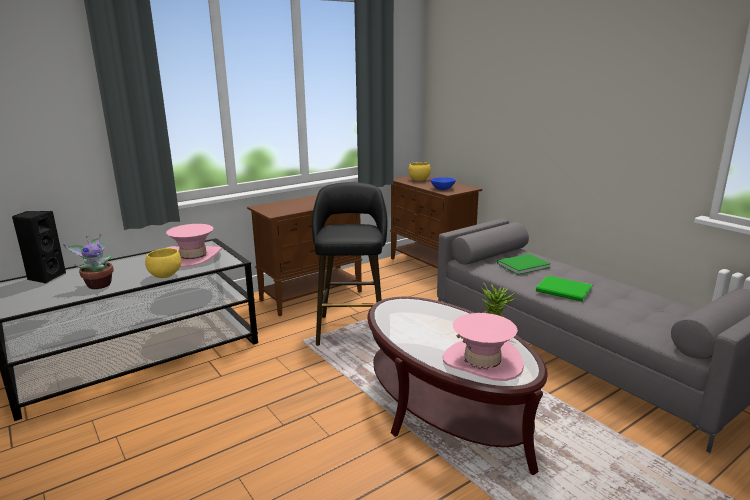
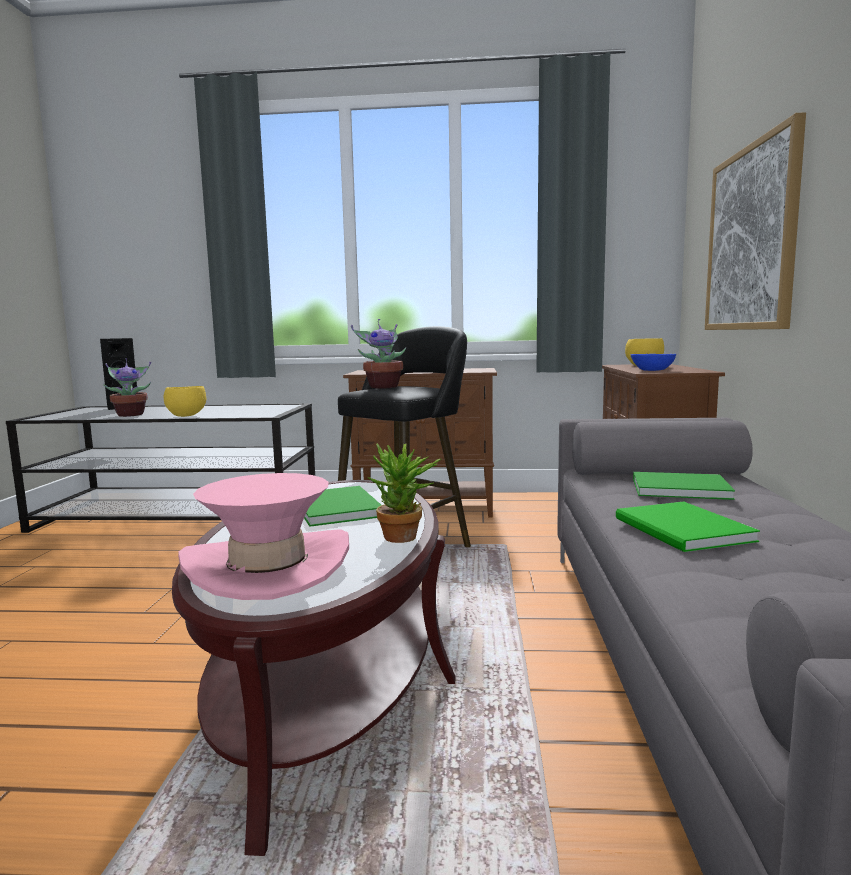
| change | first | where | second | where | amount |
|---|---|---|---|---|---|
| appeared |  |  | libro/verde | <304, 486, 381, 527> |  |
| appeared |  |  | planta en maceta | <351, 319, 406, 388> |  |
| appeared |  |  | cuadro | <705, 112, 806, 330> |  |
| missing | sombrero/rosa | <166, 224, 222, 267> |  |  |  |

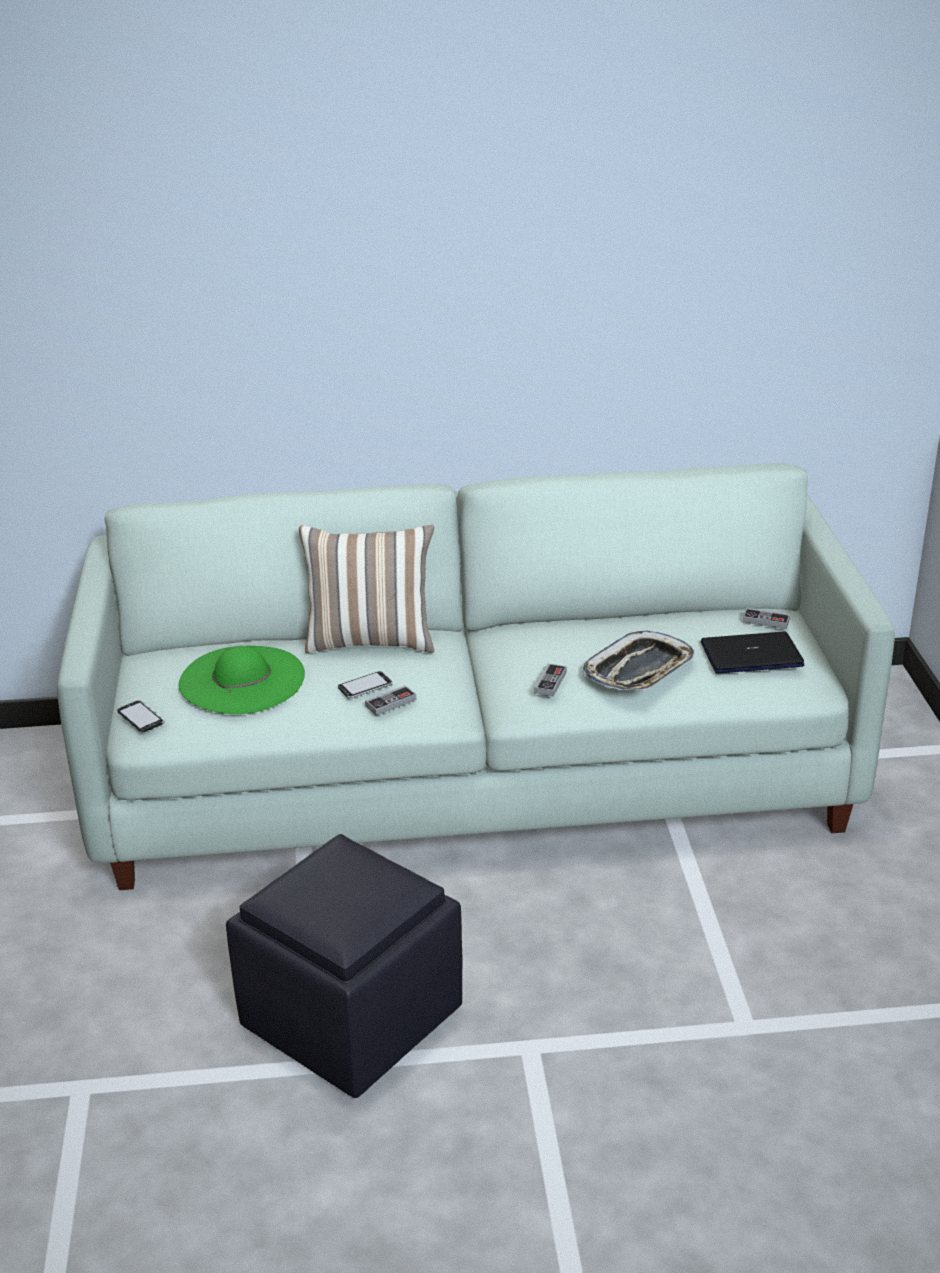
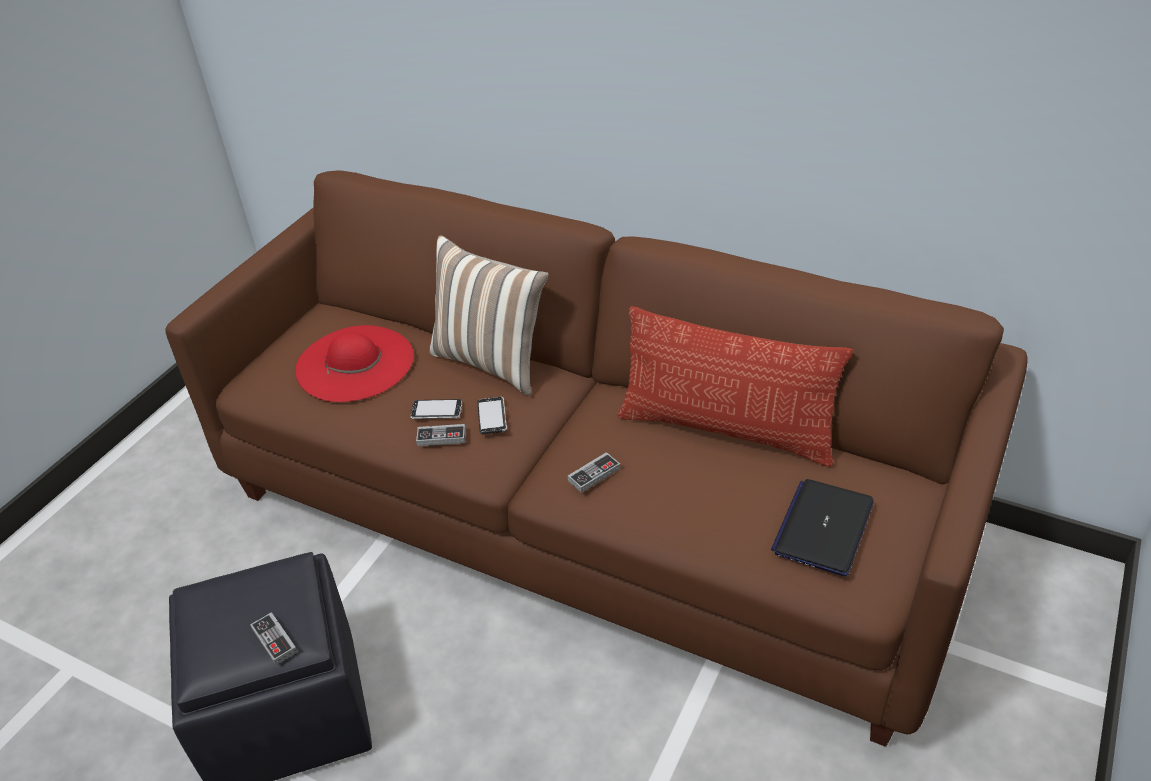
| change | first | where | second | where | amount |
|---|---|---|---|---|---|
| colour | sofá/blanco | <57, 463, 895, 890> | sofá/marrón | <165, 170, 1028, 747> |  |
| relocated | mando de consola | <743, 608, 790, 629> |  | <250, 612, 297, 665> |  |
| colour | sombrero/verde | <178, 646, 305, 714> | sombrero/rojo | <295, 325, 414, 402> |  |
| relocated | móvil | <117, 700, 165, 732> |  | <477, 397, 507, 434> |  |
| appeared |  |  | cojín | <618, 306, 853, 467> |  |
| spun | portátil | <701, 632, 805, 674> |  | <771, 479, 874, 576> | 90 degrees counterclockwise |
| missing | bandeja | <583, 631, 694, 690> |  |  |  |

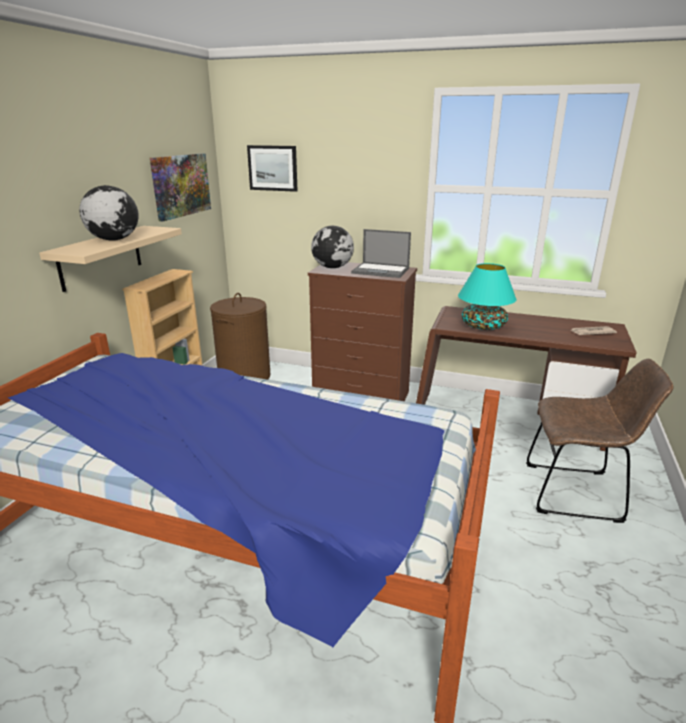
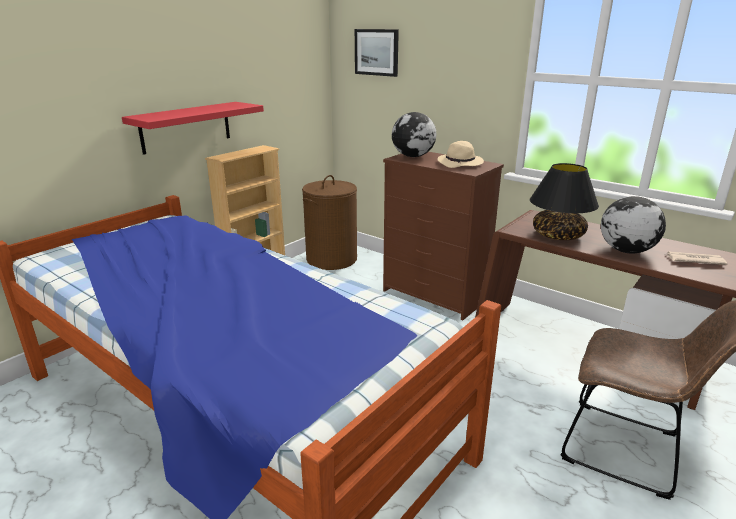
| change | first | where | second | where | amount |
|---|---|---|---|---|---|
| colour | estante/beis | <39, 226, 182, 292> | estante/rojo | <122, 102, 264, 155> |  |
| exchanged | portátil | <351, 229, 411, 278> | sombrero/beis | <437, 141, 484, 168> |  |
| colour | lámpara de mesa/turquesa | <458, 263, 516, 330> | lámpara de mesa/negro | <530, 163, 599, 240> |  |
| relocated | globo terráqueo | <79, 185, 139, 241> |  | <601, 196, 666, 254> |  |
| missing | cuadro | <150, 153, 211, 221> |  |  |  |

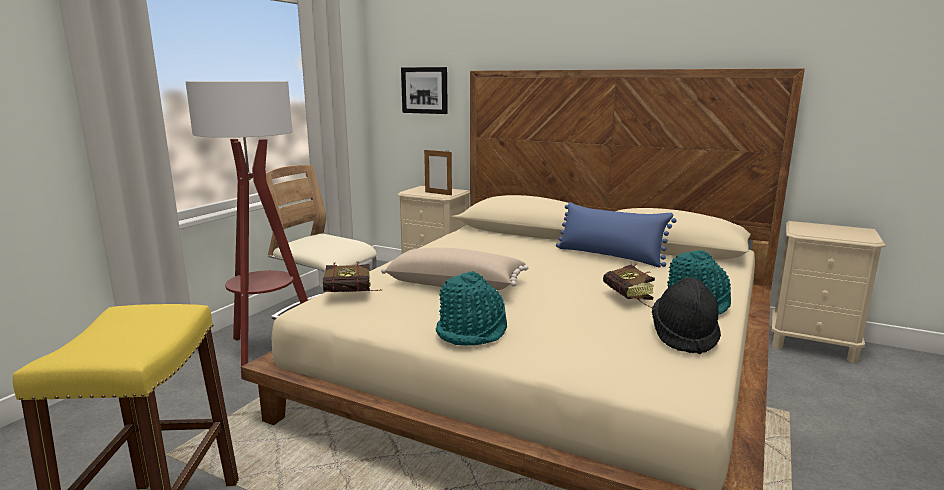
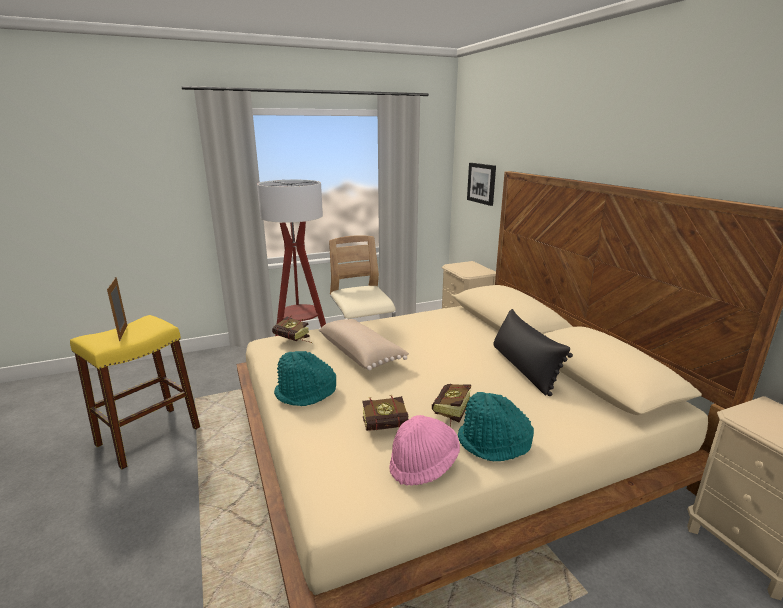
| change | first | where | second | where | amount |
|---|---|---|---|---|---|
| relocated | portarretratos | <424, 150, 452, 195> |  | <107, 277, 127, 341> |  |
| appeared |  |  | libro | <362, 395, 408, 431> |  |
| colour | sombrero/negro | <652, 277, 721, 354> | sombrero/rosa | <389, 415, 460, 486> |  |
| colour | cojín/azul | <556, 202, 677, 268> | cojín/negro | <493, 309, 573, 396> |  |

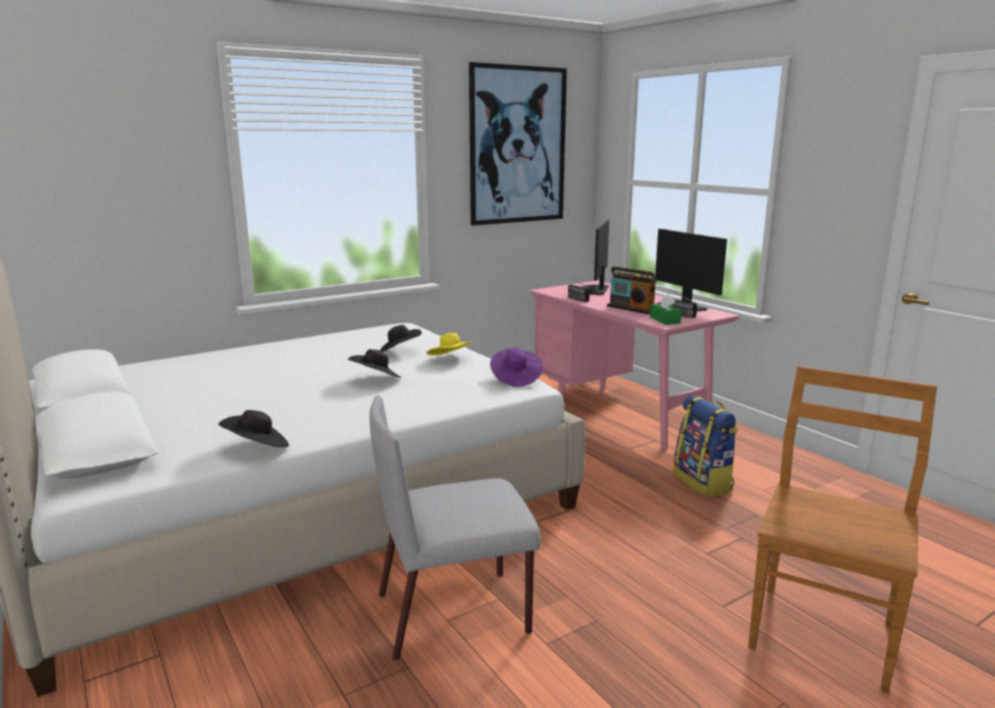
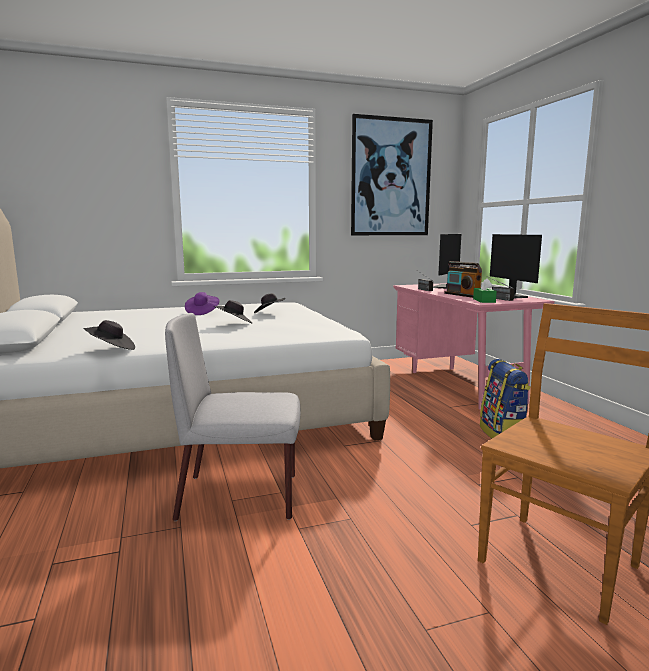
| change | first | where | second | where | amount |
|---|---|---|---|---|---|
| relocated | sombrero/morado | <490, 348, 543, 387> |  | <185, 292, 219, 315> |  |
| missing | sombrero/amarillo | <426, 333, 473, 356> |  |  |  |

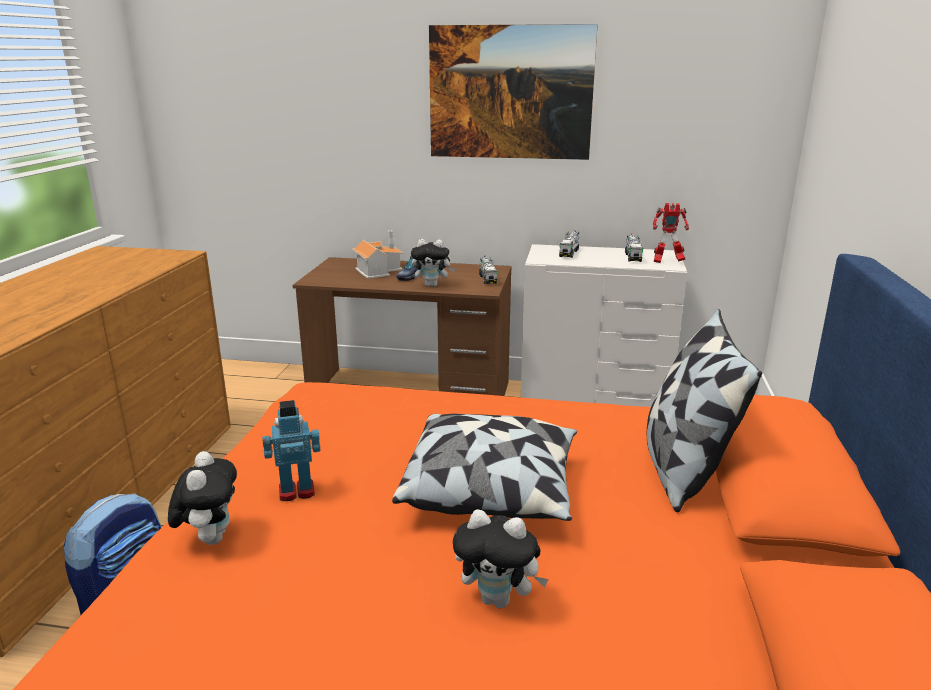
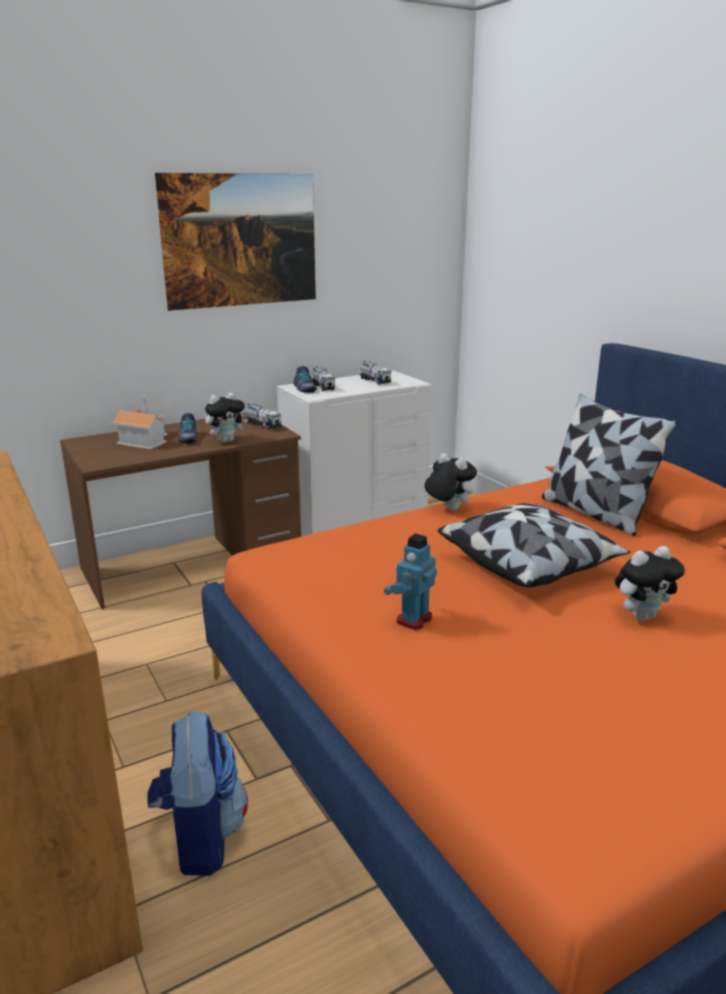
| change | first | where | second | where | amount |
|---|---|---|---|---|---|
| appeared |  |  | zapato | <293, 366, 317, 393> |  |
| relocated | peluche | <168, 451, 237, 545> |  | <425, 453, 477, 510> |  |
| missing | robot de juguete | <653, 203, 689, 263> |  |  |  |

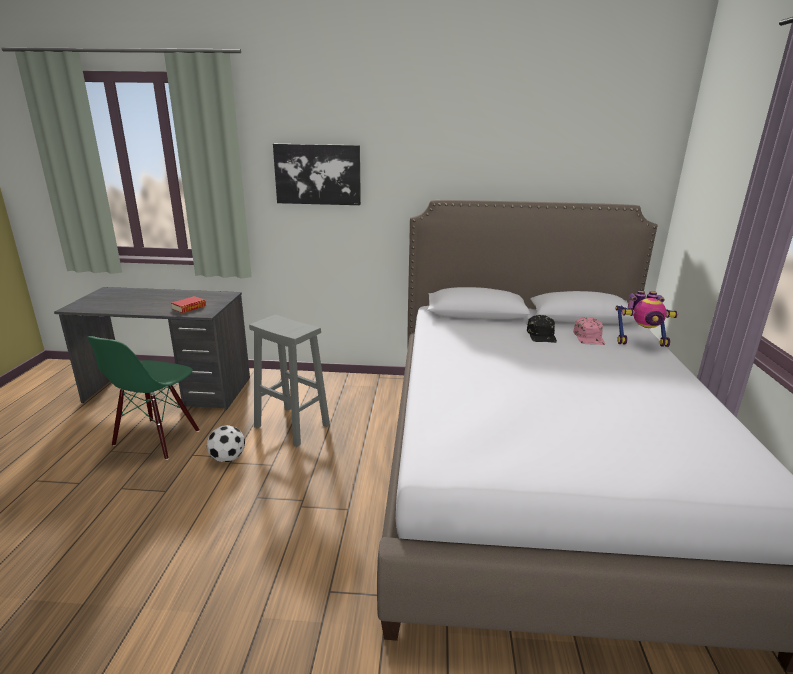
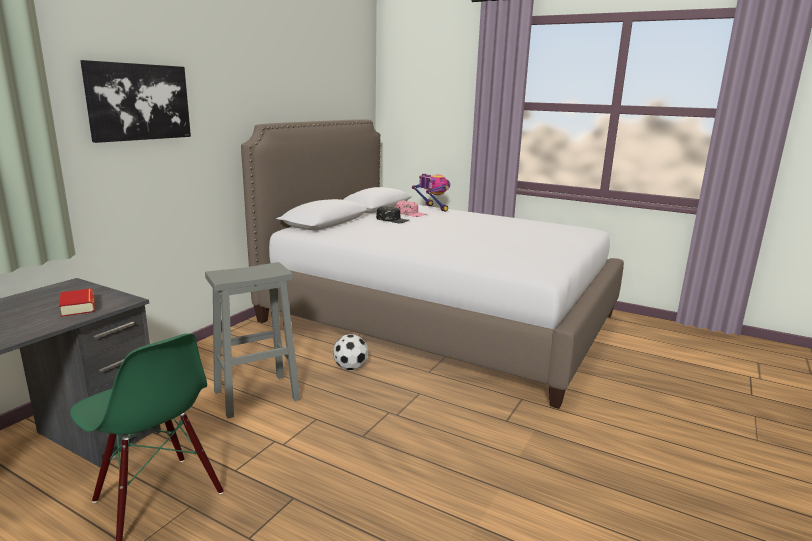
| change | first | where | second | where | amount |
|---|---|---|---|---|---|
| relocated | balón de fútbol | <207, 425, 245, 462> |  | <333, 334, 368, 370> |  |
| spun | robot de juguete | <615, 291, 678, 347> |  | <412, 174, 450, 212> | 60 degrees counterclockwise |

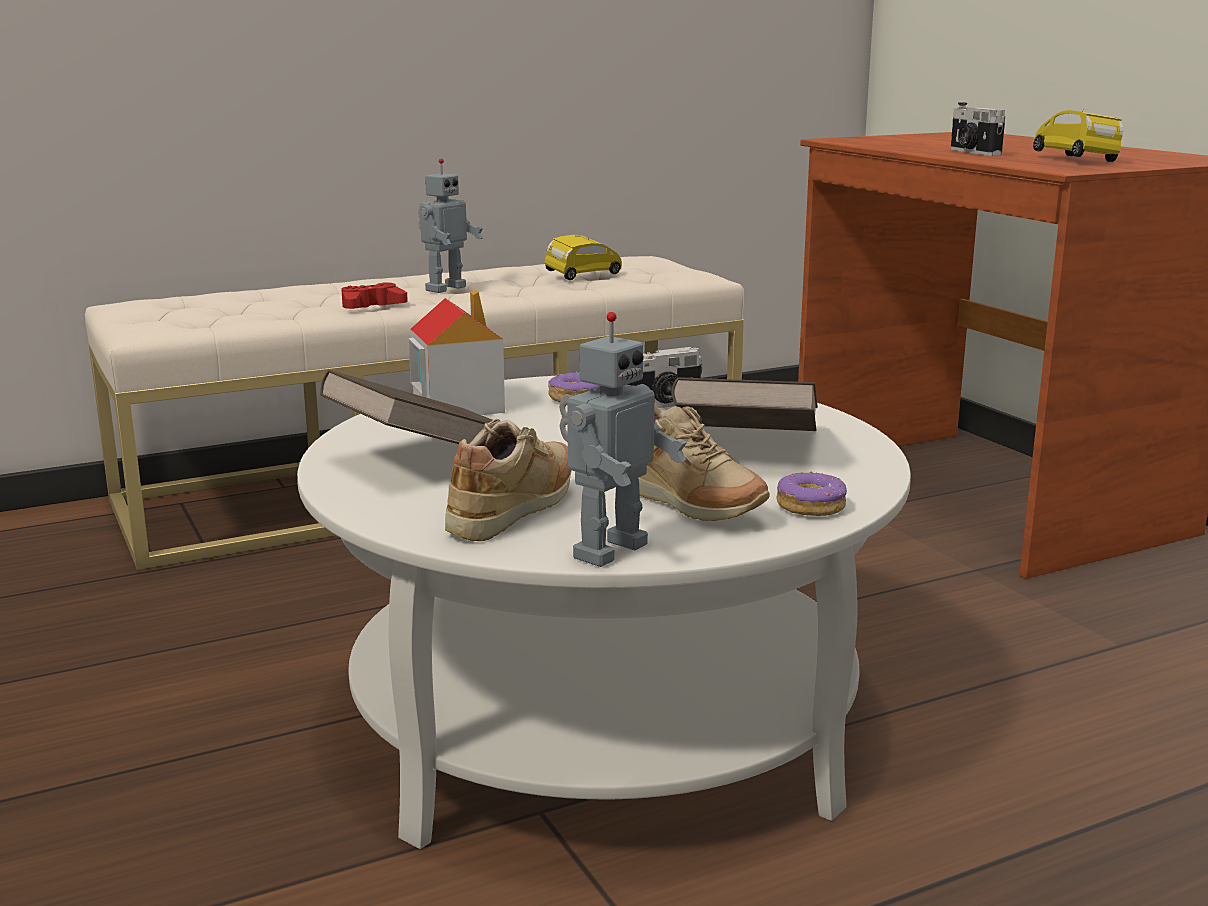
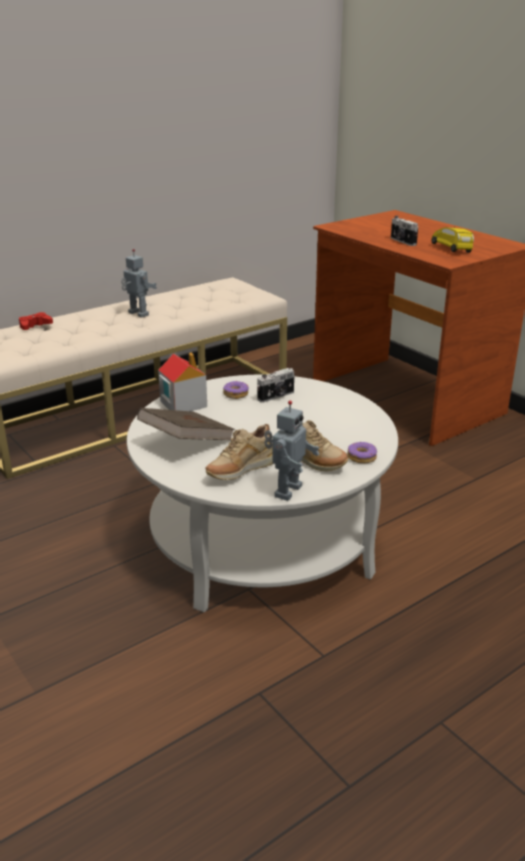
| change | first | where | second | where | amount |
|---|---|---|---|---|---|
| relocated | mando de consola/rojo | <341, 282, 408, 309> |  | <19, 312, 53, 330> |  |
| spun | robot de juguete | <418, 159, 483, 293> |  | <121, 249, 157, 318> | 75 degrees counterclockwise |
| spun | zapato/beis | <445, 419, 572, 541> |  | <206, 424, 273, 480> | 150 degrees counterclockwise |
| missing | coche de juguete/amarillo | <544, 235, 622, 280> |  |  |  |
| missing | libro/marrón | <671, 377, 818, 431> |  |  |  |

